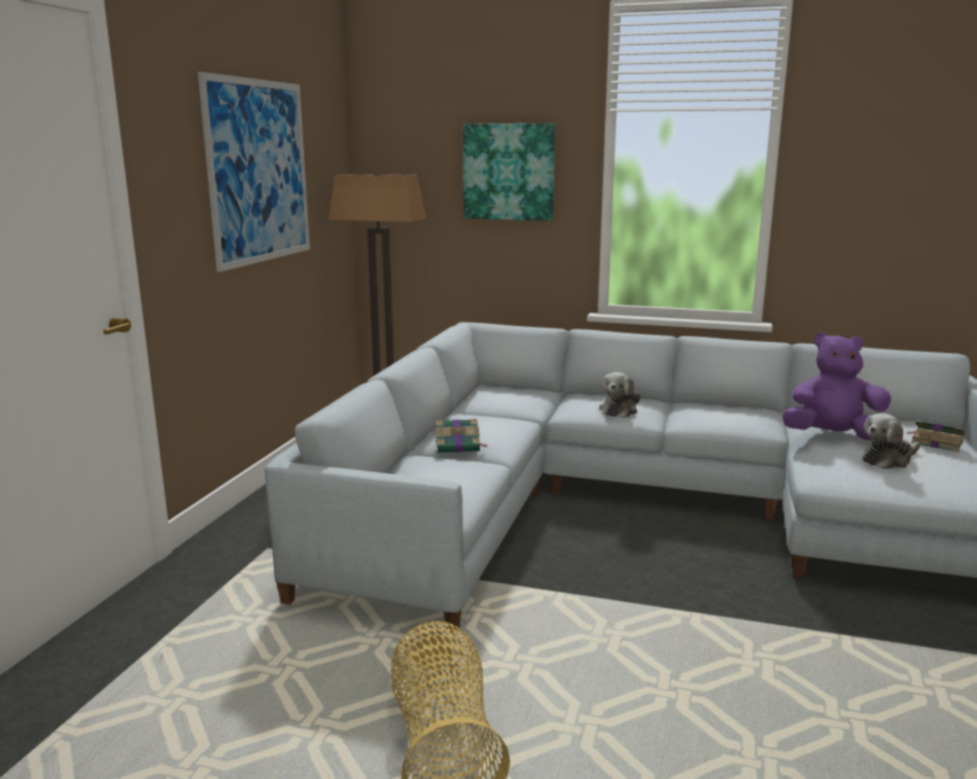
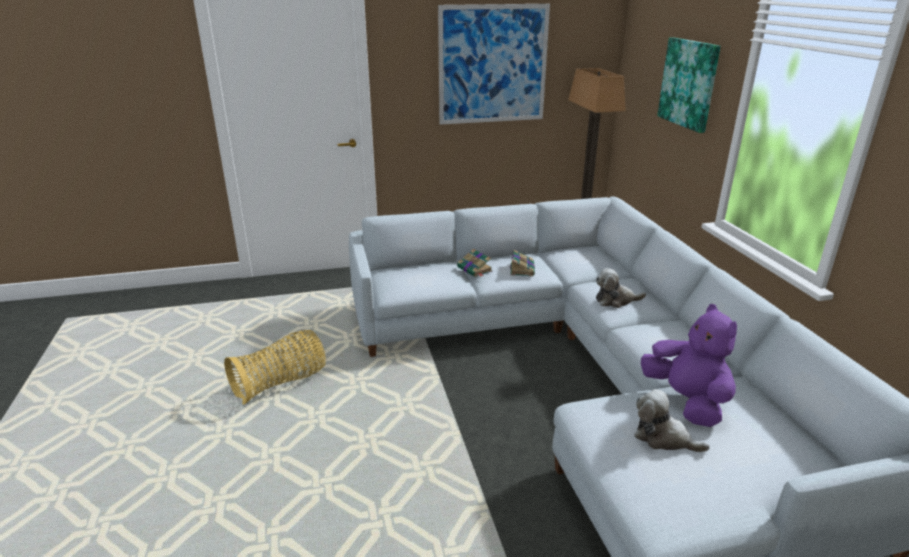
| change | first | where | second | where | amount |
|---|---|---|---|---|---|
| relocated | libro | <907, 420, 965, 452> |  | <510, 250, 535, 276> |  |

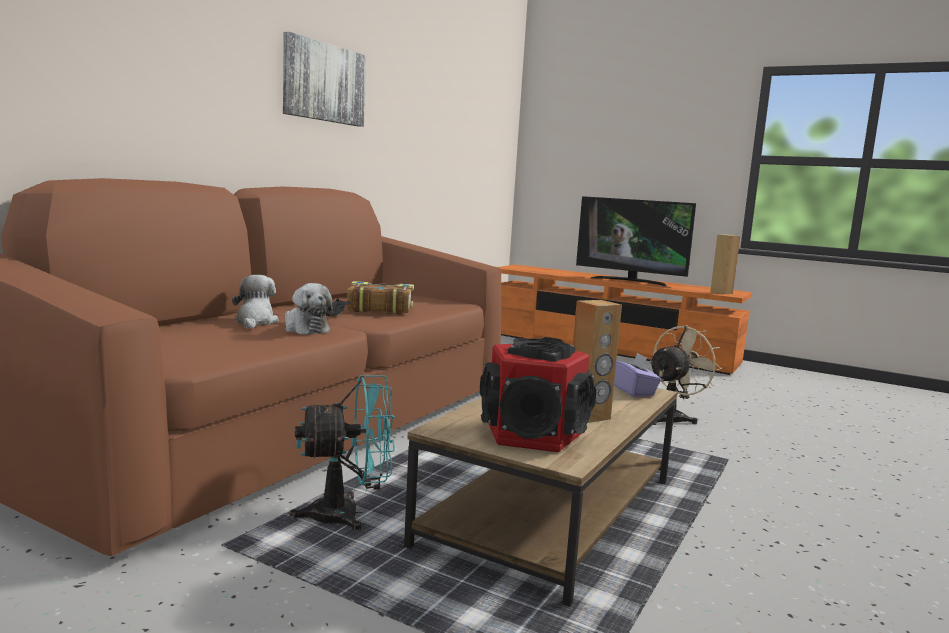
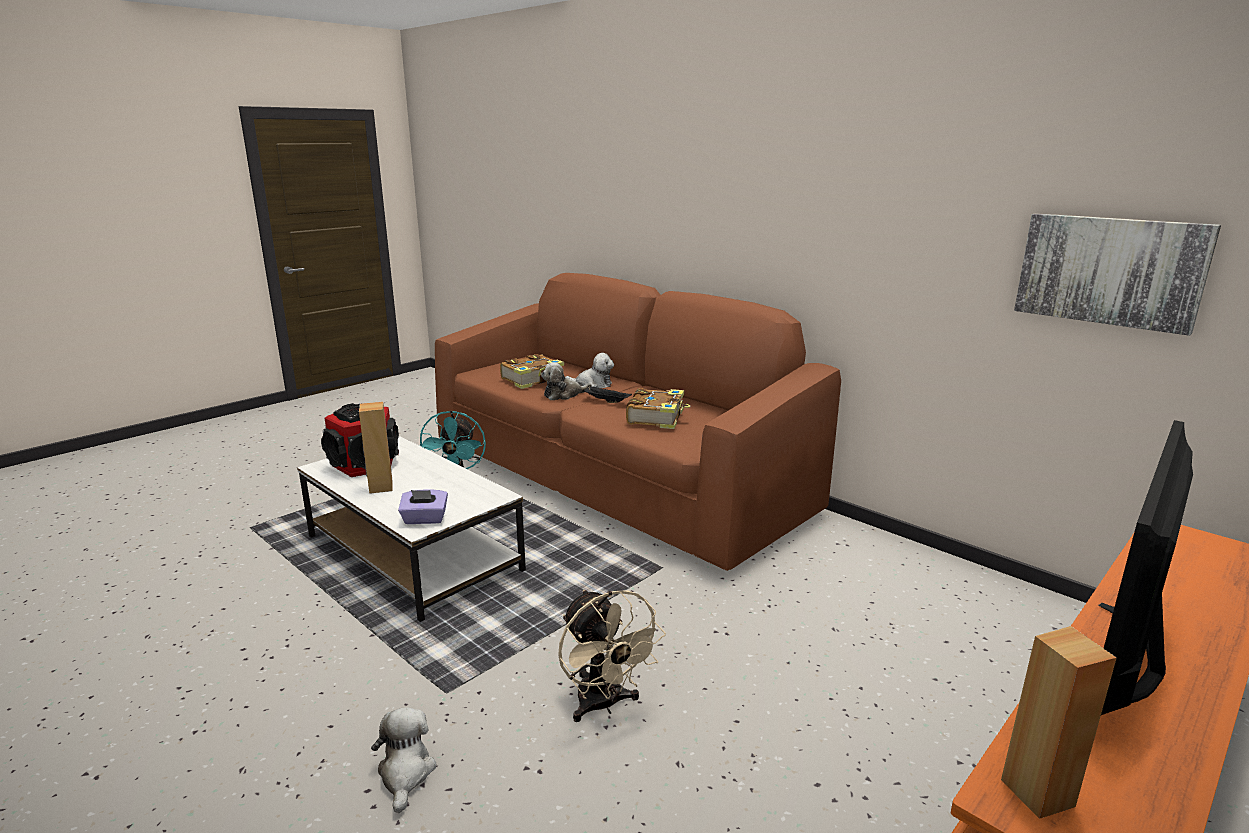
| change | first | where | second | where | amount |
|---|---|---|---|---|---|
| colour | mesa de centro/marrón | <404, 386, 677, 607> | mesa de centro/blanco | <297, 436, 526, 622> |  |
| appeared |  |  | peluche | <371, 707, 436, 813> |  |
| appeared |  |  | libro | <500, 354, 564, 389> |  |
| relocated | cuadro | <283, 32, 366, 127> |  | <1014, 213, 1221, 336> |  |

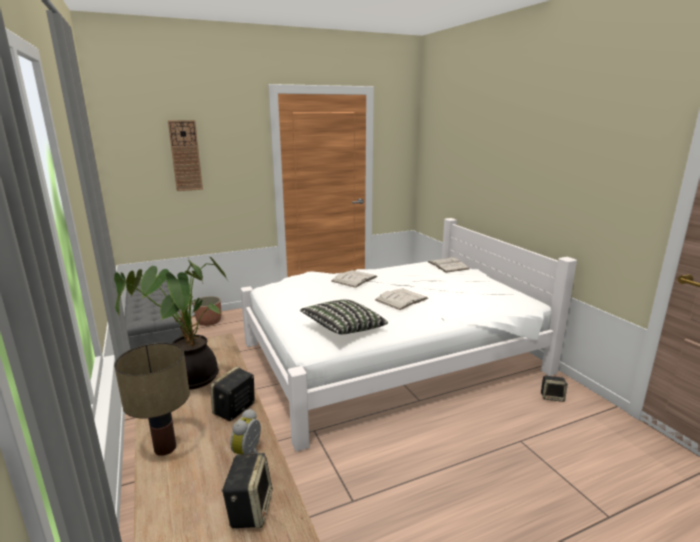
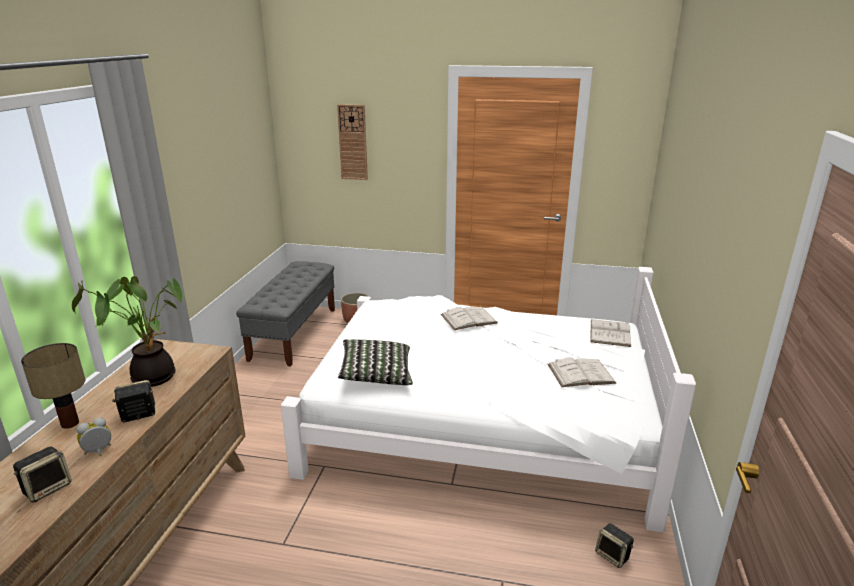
| change | first | where | second | where | amount |
|---|---|---|---|---|---|
| relocated | libro/blanco | <375, 288, 428, 310> |  | <548, 357, 617, 387> |  |

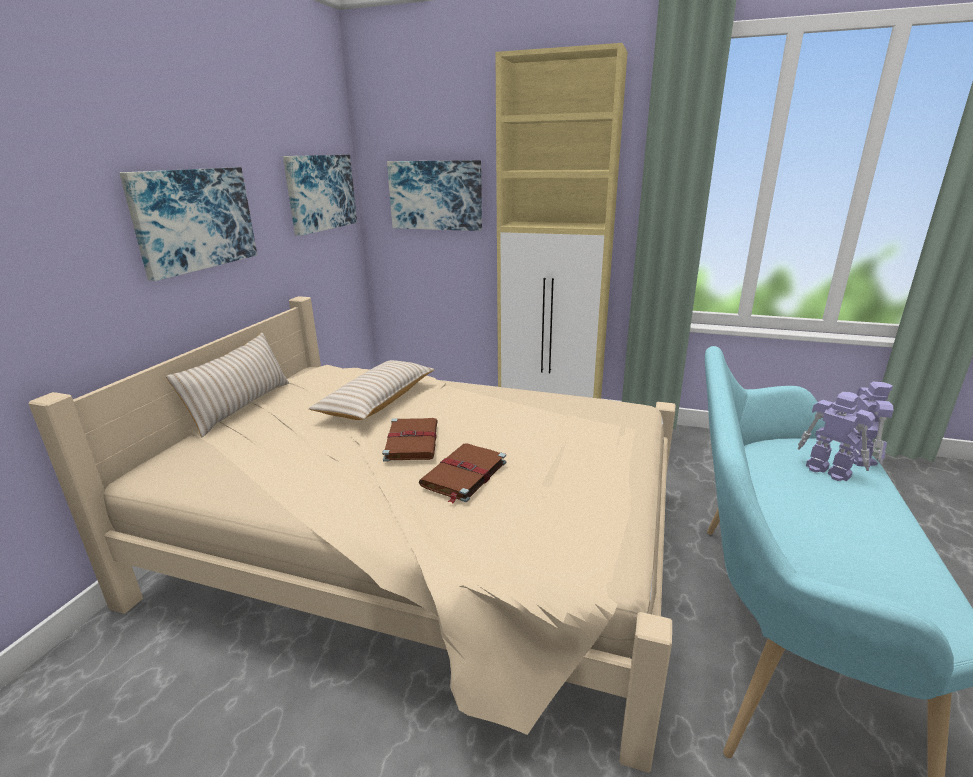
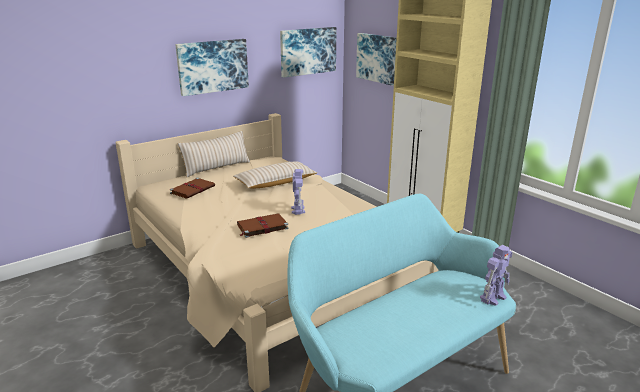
| change | first | where | second | where | amount |
|---|---|---|---|---|---|
| relocated | libro/marrón | <382, 418, 438, 462> |  | <170, 178, 215, 199> |  |
| relocated | robot de juguete | <798, 392, 875, 481> |  | <291, 169, 305, 215> |  |

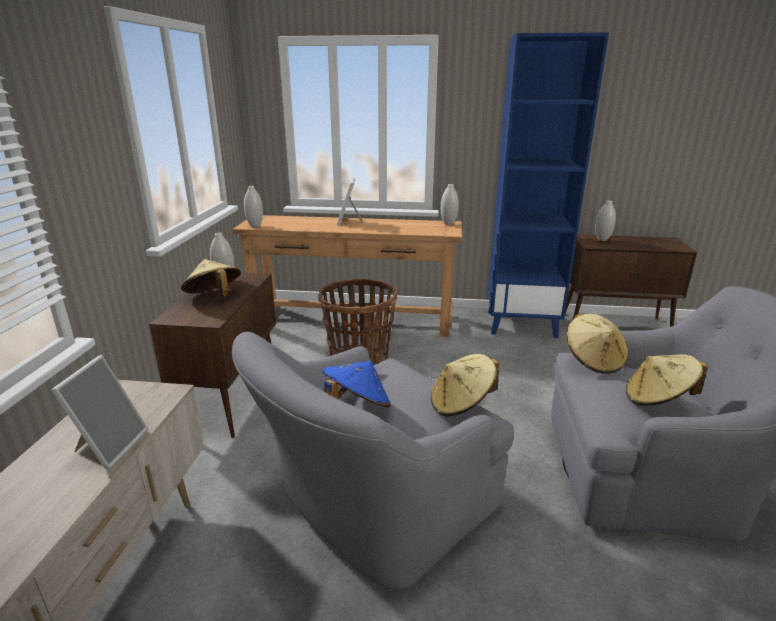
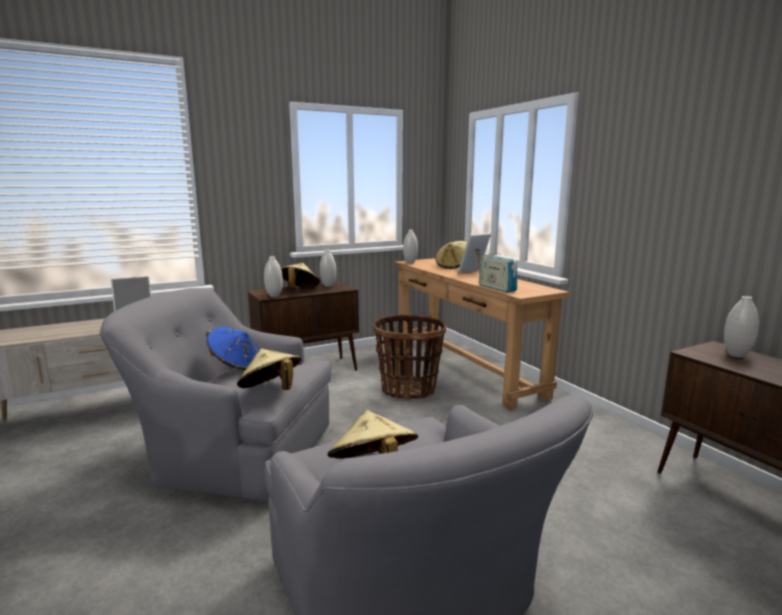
| change | first | where | second | where | amount |
|---|---|---|---|---|---|
| relocated | florero/blanco | <441, 184, 459, 225> |  | <264, 256, 283, 297> |  |
| relocated | sombrero/beis | <567, 314, 628, 374> |  | <435, 241, 467, 269> |  |
| appeared |  |  | radio | <479, 249, 517, 292> |  |
| missing | estantería/azul | <488, 32, 609, 338> |  |  |  |

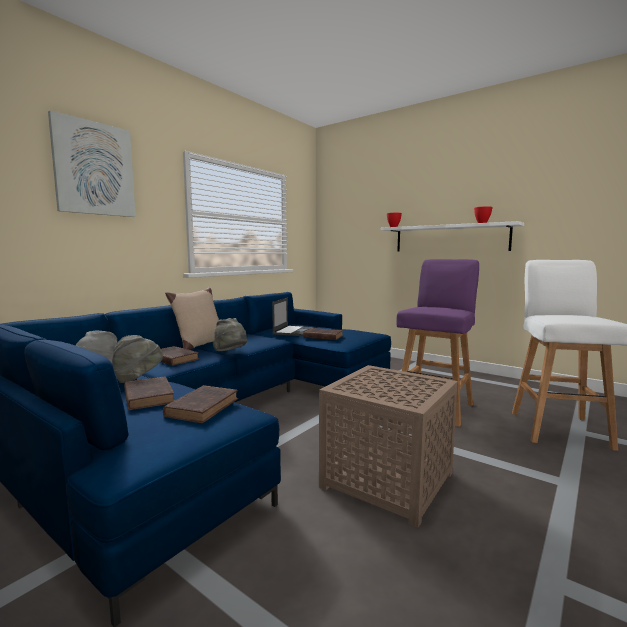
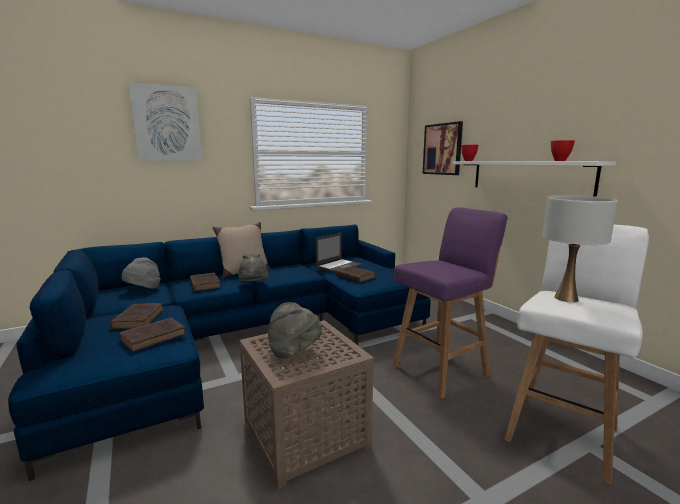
| change | first | where | second | where | amount |
|---|---|---|---|---|---|
| relocated | sombrero/gris | <112, 335, 163, 383> |  | <268, 302, 322, 359> |  |
| appeared |  |  | cuadro | <423, 121, 463, 175> |  |
| appeared |  |  | lámpara de mesa/blanco | <543, 196, 618, 303> |  |

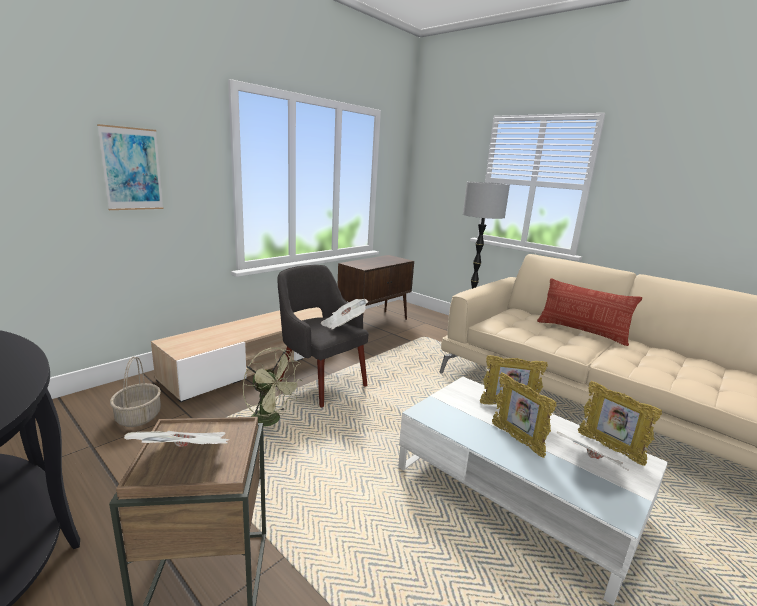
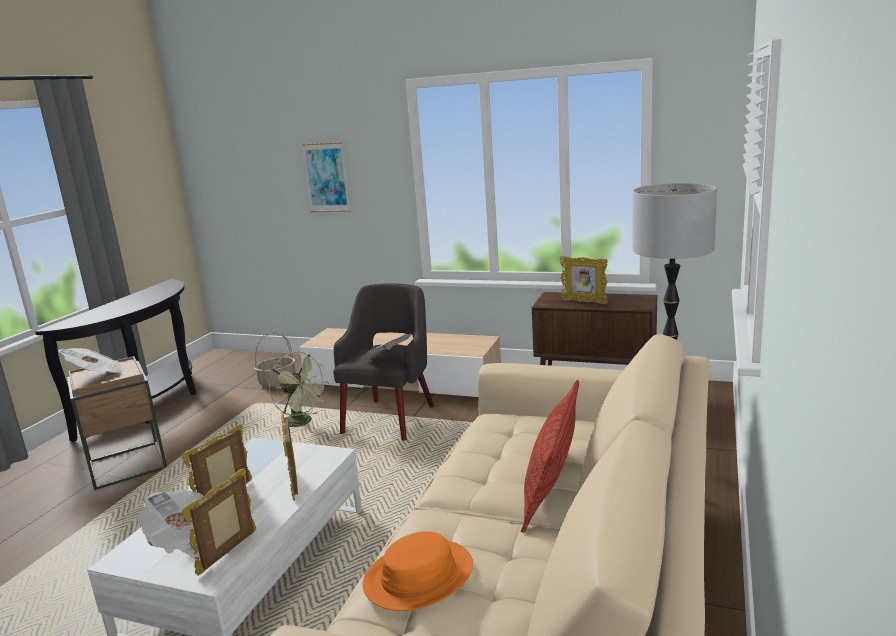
| change | first | where | second | where | amount |
|---|---|---|---|---|---|
| spun | ventilador/verde | <243, 347, 303, 427> |  | <269, 352, 329, 427> | 60 degrees counterclockwise |
| appeared |  |  | sombrero/naranja | <363, 531, 473, 611> |  |
| appeared |  |  | portarretratos | <560, 256, 608, 304> |  |

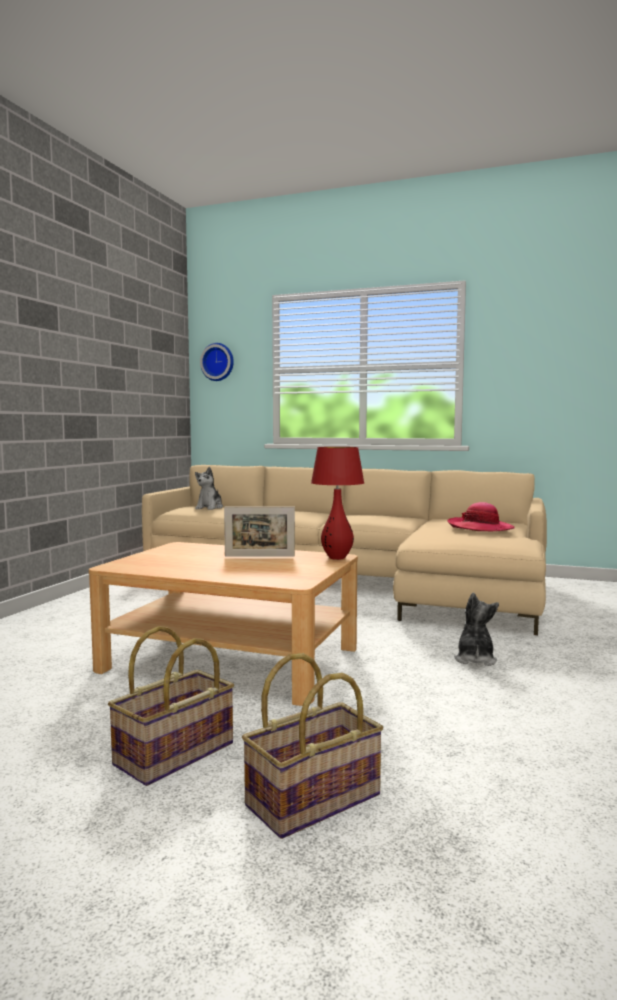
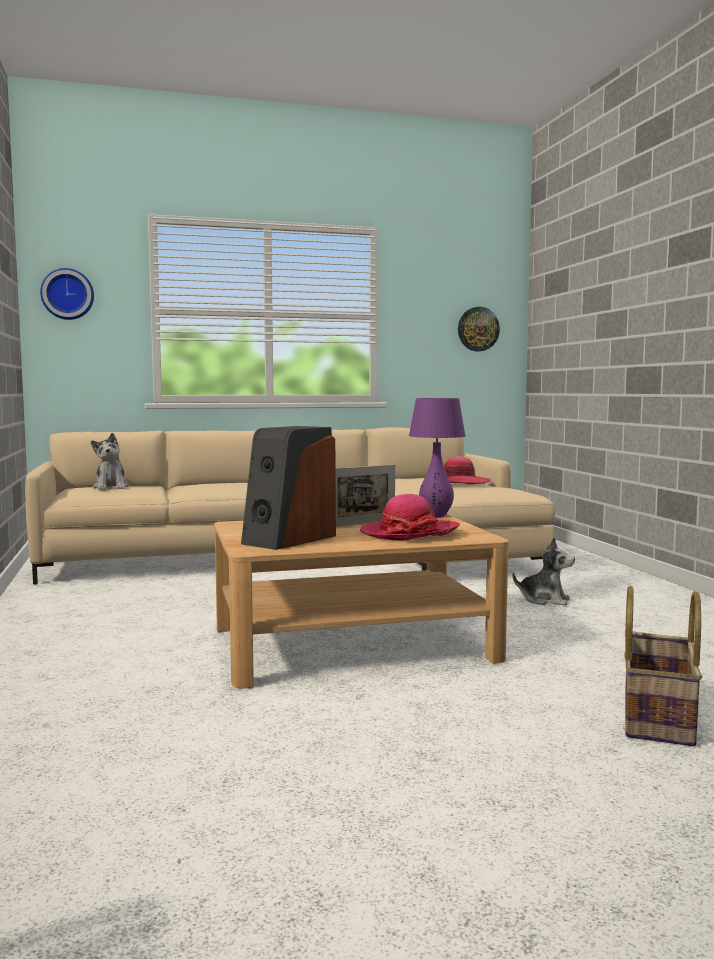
| change | first | where | second | where | amount |
|---|---|---|---|---|---|
| appeared |  |  | altavoz | <241, 426, 336, 550> |  |
| appeared |  |  | sombrero | <360, 494, 460, 540> |  |
| colour | lámpara de mesa/rojo | <311, 447, 364, 560> | lámpara de mesa/morado | <409, 398, 466, 518> |  |
| appeared |  |  | reloj de pared | <458, 307, 500, 351> |  |
| spun | peluche | <454, 593, 499, 666> |  | <512, 538, 575, 606> | 135 degrees clockwise |
| missing | cesta | <108, 626, 234, 786> |  |  |  |

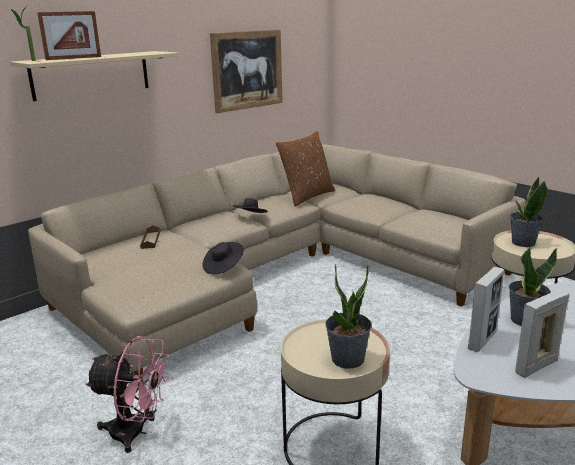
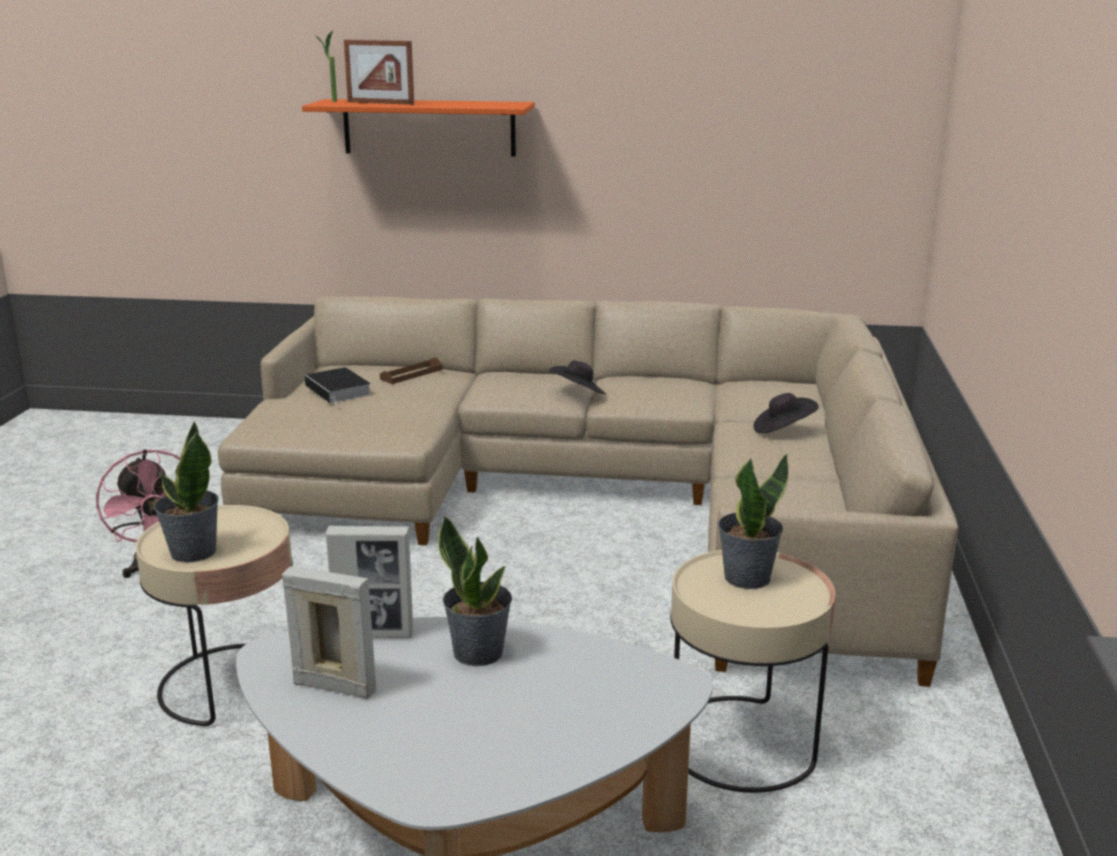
| change | first | where | second | where | amount |
|---|---|---|---|---|---|
| colour | estante/beis | <10, 51, 179, 101> | estante/naranja | <302, 99, 535, 156> |  |
| appeared |  |  | libro | <305, 367, 371, 406> |  |
| relocated | sombrero/negro | <203, 242, 244, 275> |  | <754, 393, 819, 434> |  |
| missing | cuadro | <210, 30, 283, 113> |  |  |  |
| missing | cojín/marrón | <276, 131, 335, 207> |  |  |  |

